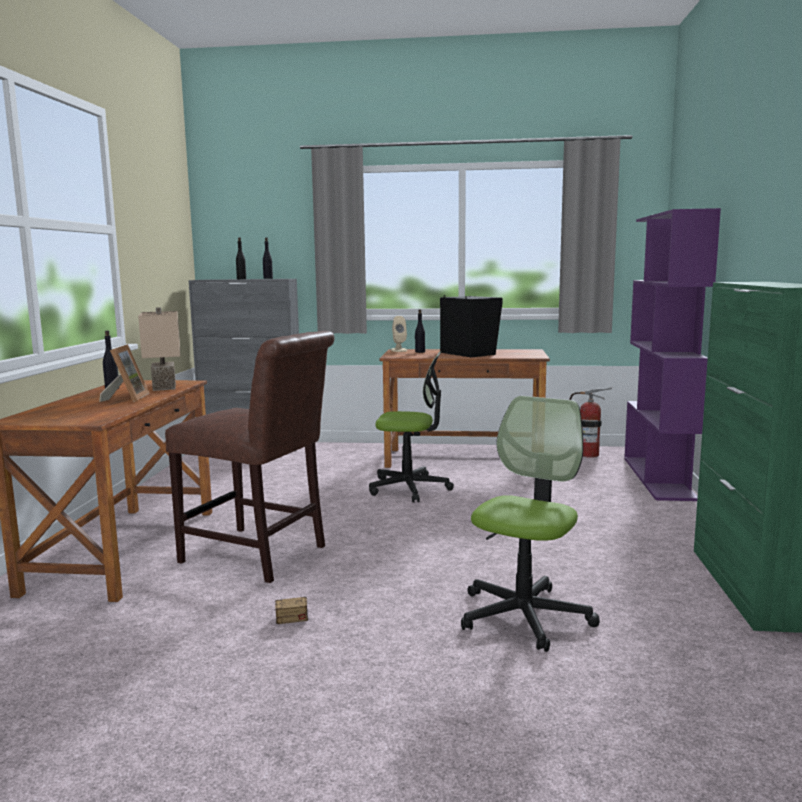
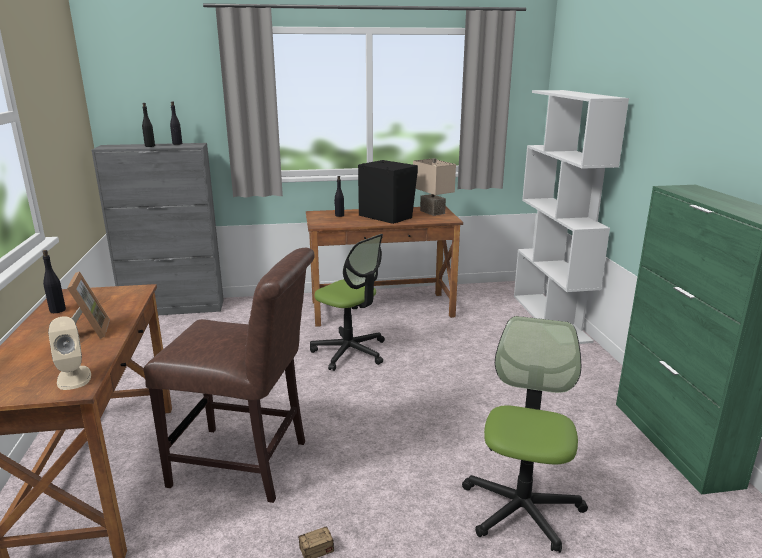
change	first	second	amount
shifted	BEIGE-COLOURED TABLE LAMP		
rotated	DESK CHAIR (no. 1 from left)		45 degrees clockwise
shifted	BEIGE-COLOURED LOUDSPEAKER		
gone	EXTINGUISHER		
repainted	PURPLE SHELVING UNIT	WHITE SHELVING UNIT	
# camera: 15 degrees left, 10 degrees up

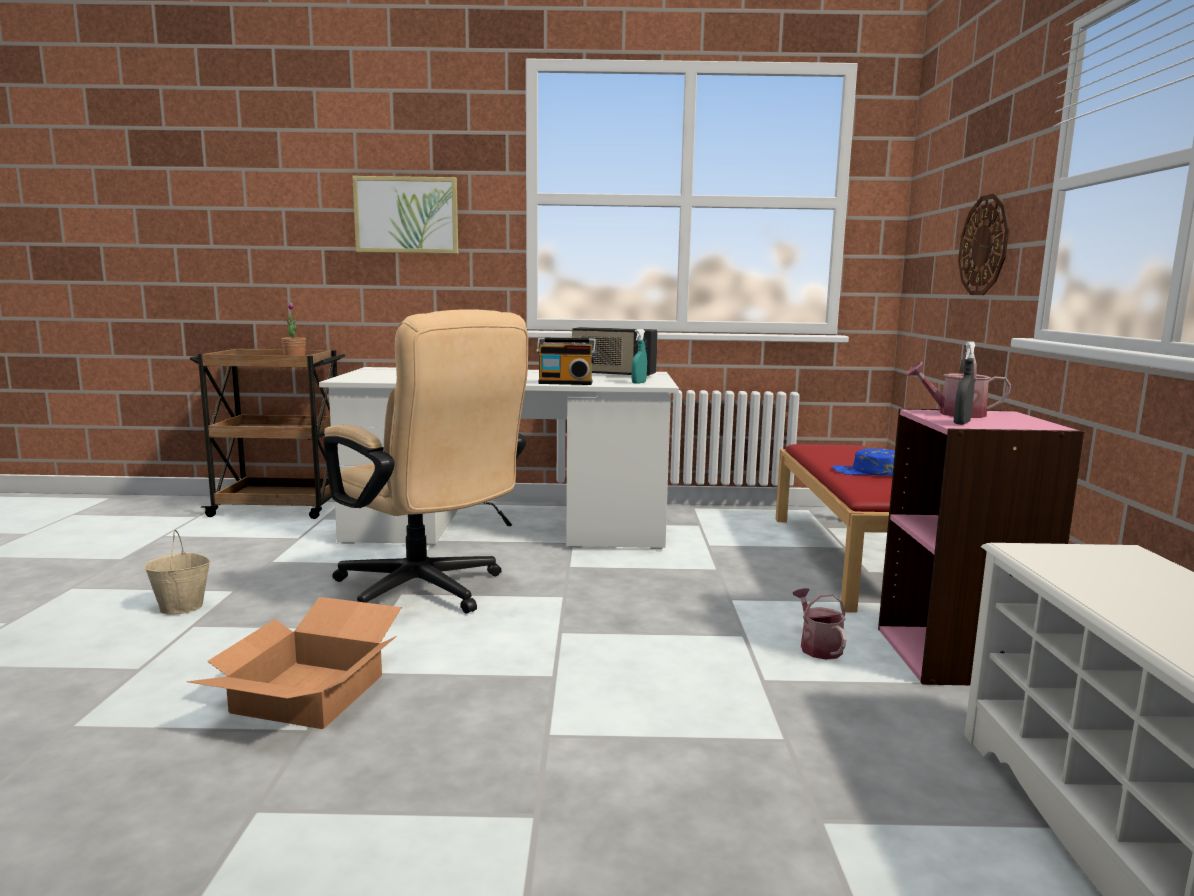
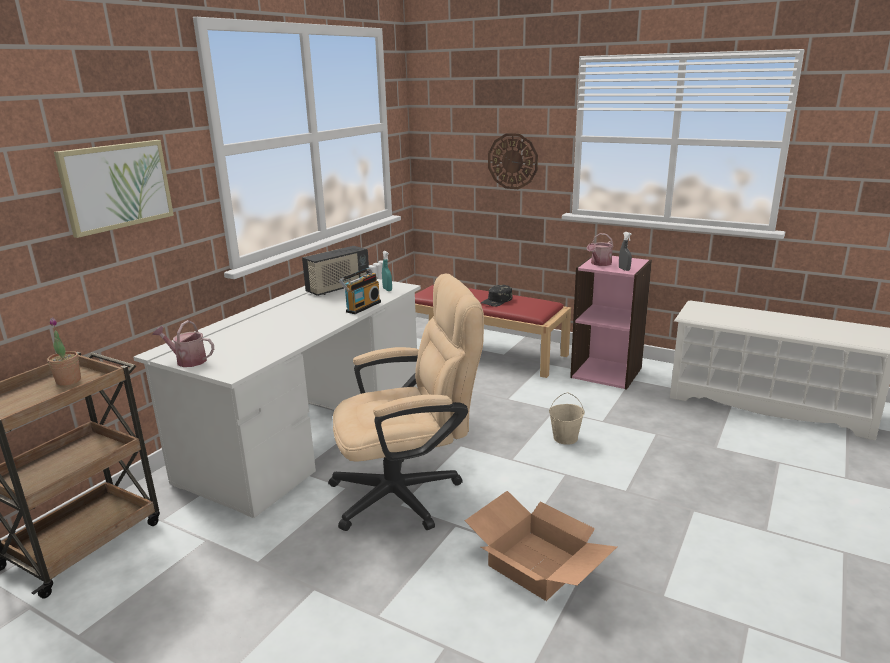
change	first	second	amount
shifted	BEIGE-COLOURED WATER BUCKET		
shifted	WATERING POT (no. 1 from left)		
repainted	BLUISH PEAKED CAP	BLACKISH PEAKED CAP	
# camera: 60 degrees left, 10 degrees up

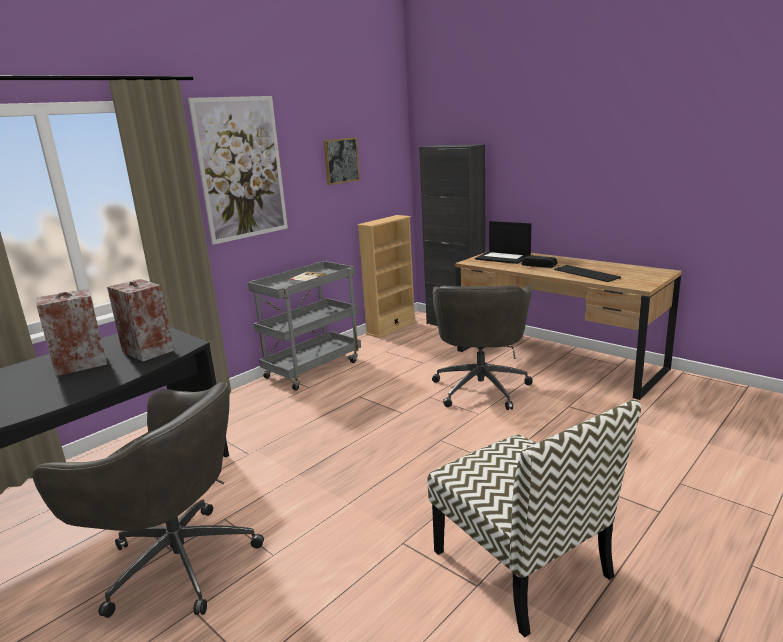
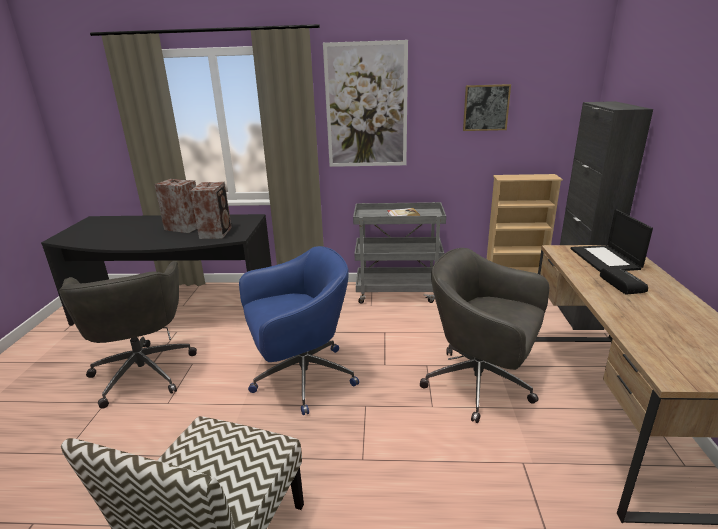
change	first	second	amount
rotated	GREY DESK CHAIR (no. 2 from left)		60 degrees clockwise
gone	PC KEYBOARD		
new		BLUISH DESK CHAIR	
# camera: 50 degrees right, 5 degrees up

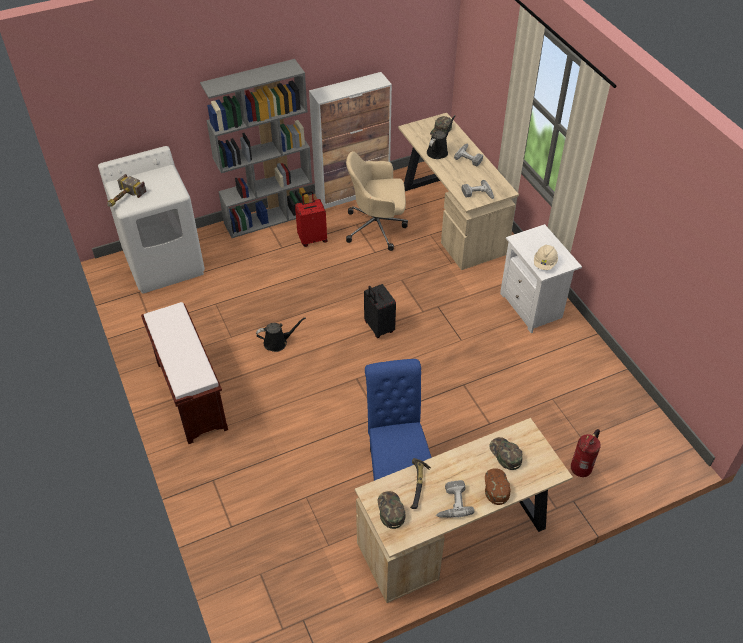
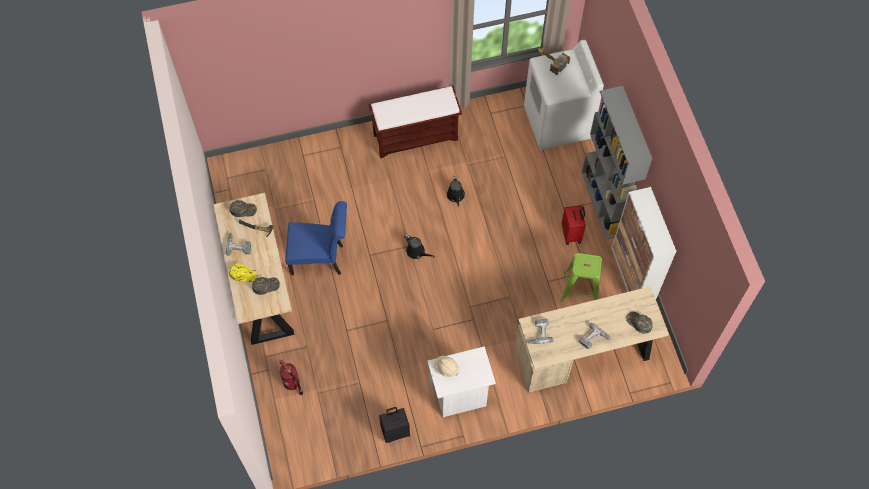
change	first	second	amount
swapped	BEIGE-COLOURED DESK CHAIR	GREENISH SITTING STOOL	
shifted	BLACKISH SUITCASE		
shifted	BLACKISH WATERING POT (no. 2 from left in the first image)	BLACKISH WATERING POT (no. 1 from left)	
repainted	BROWN-COLOURED PEAKED CAP	YELLOWISH PEAKED CAP	
# camera: 100 degrees right, 15 degrees up

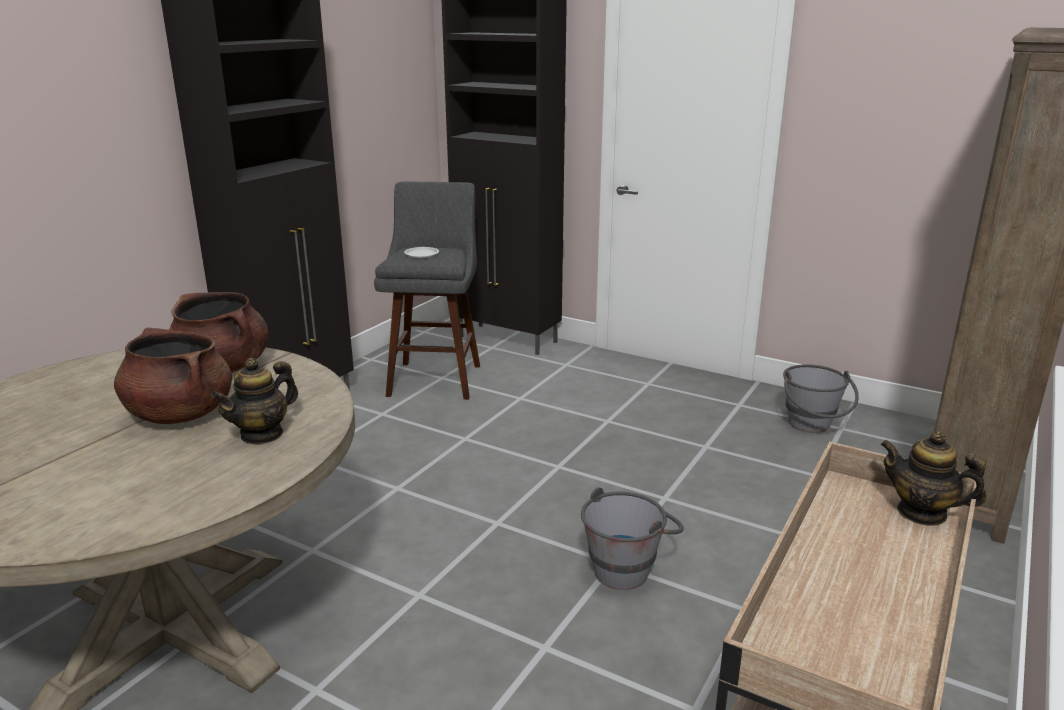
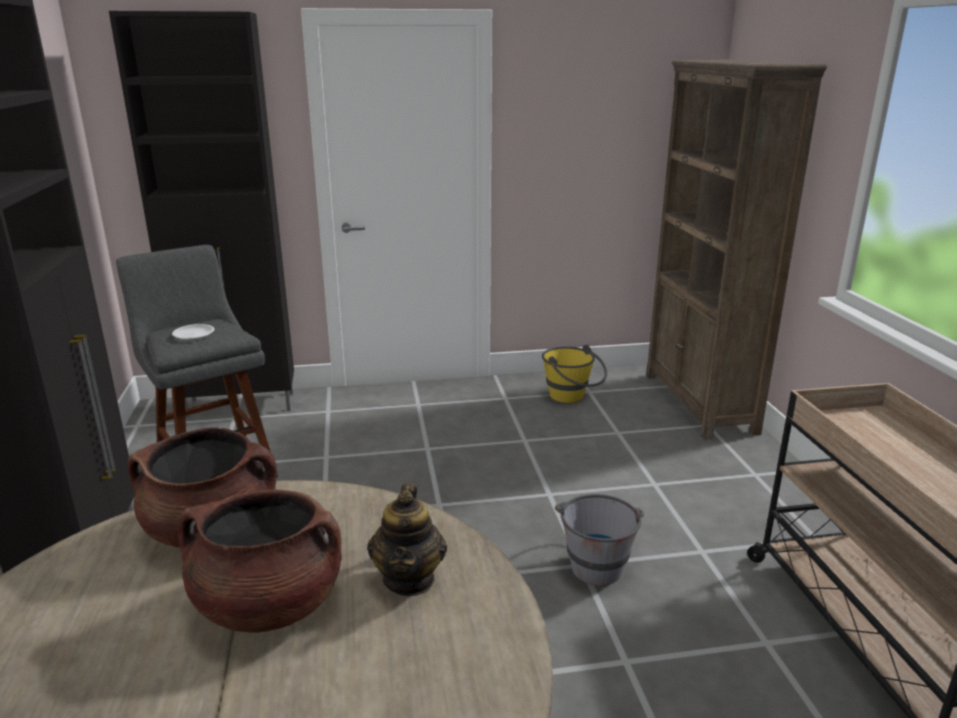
change	first	second	amount
repainted	GREY WATER BUCKET (no. 2 from left)	YELLOWISH WATER BUCKET	
gone	TEA POT (no. 2 from left)		
# camera: 40 degrees left, 0 degrees up

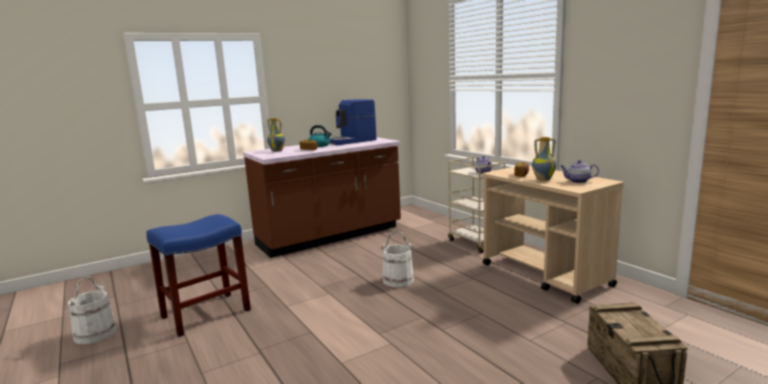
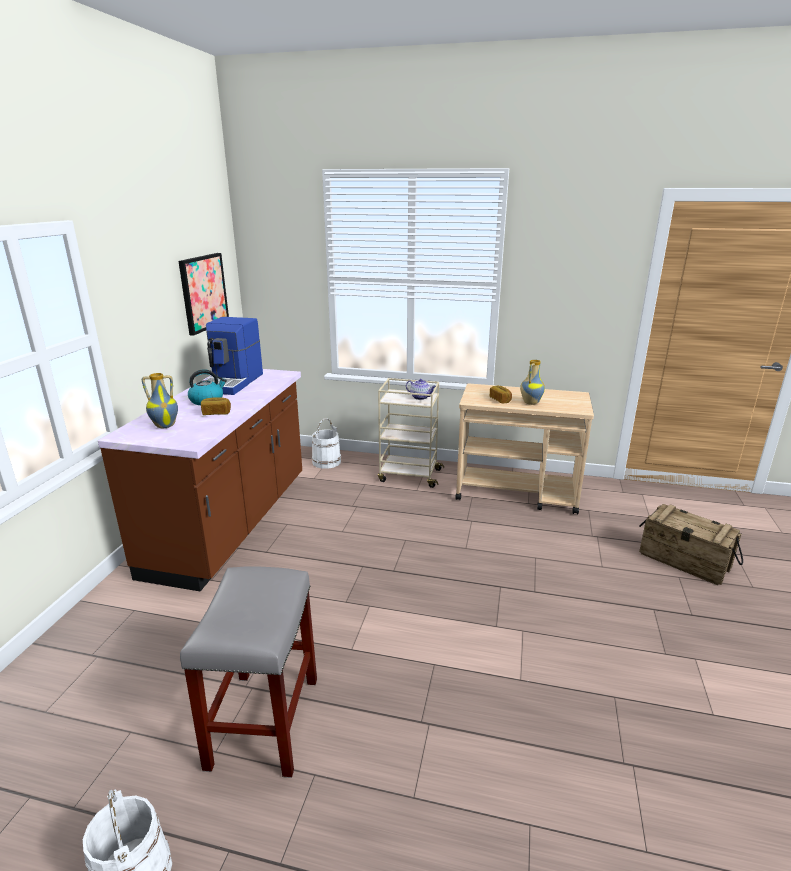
change	first	second	amount
repainted	BLUISH SITTING STOOL	GREY SITTING STOOL	
shifted	WHITE WATER BUCKET (no. 2 from left)		
gone	TEA POT (no. 2 from left)		
new		WALL PICTURE	
# camera: 45 degrees left, 10 degrees up

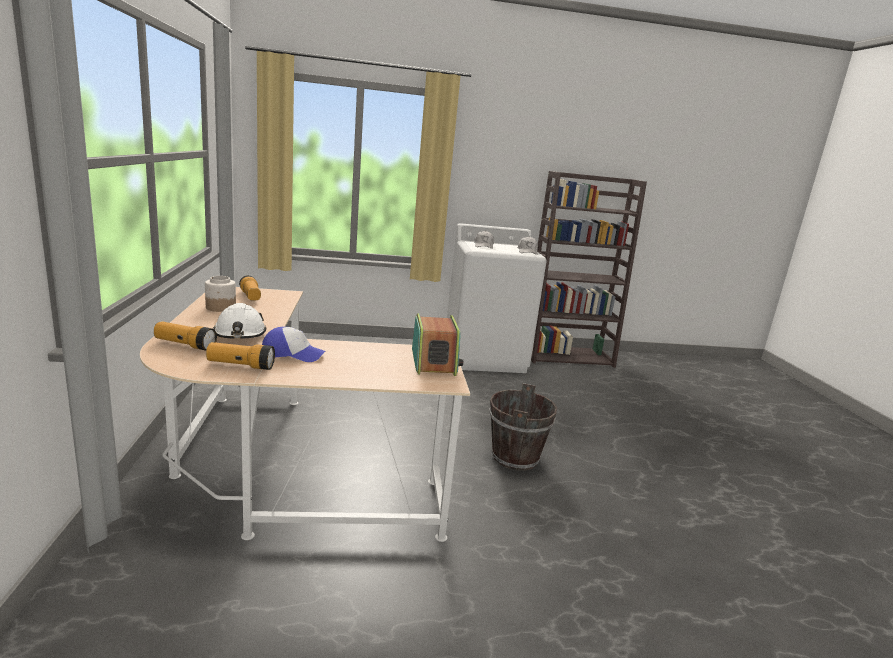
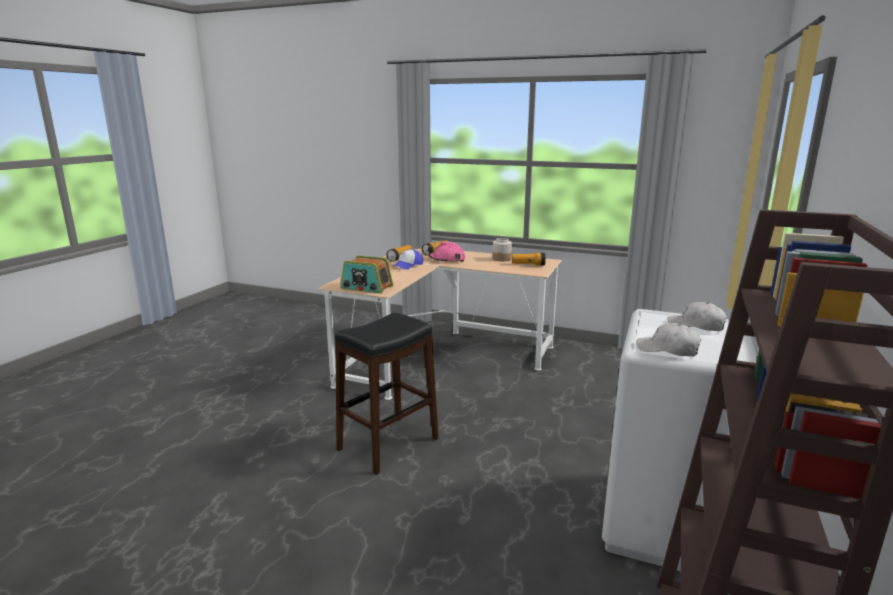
change	first	second	amount
repainted	WHITE WORK HELMET	PINKISH WORK HELMET	
swapped	BROWN-COLOURED WATER BUCKET	BLACKISH SITTING STOOL	
# camera: 120 degrees right, 0 degrees up

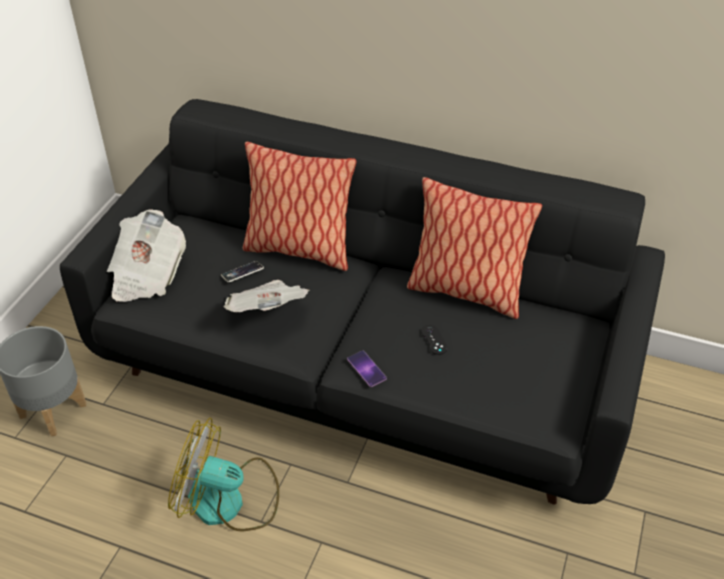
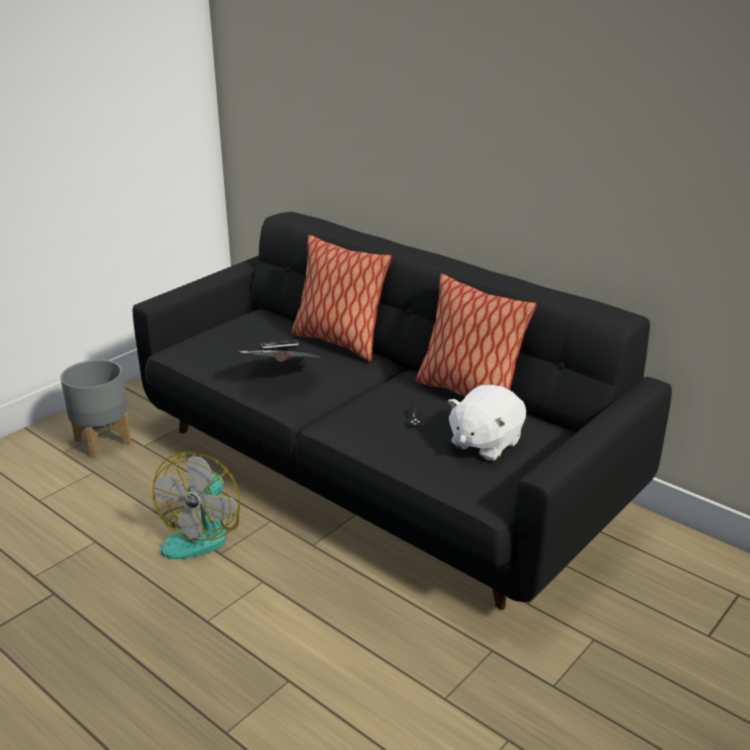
change	first	second	amount
gone	DAILY PAPER (no. 1 from left)		
rotated	ELECTRIC FAN		105 degrees counterclockwise
gone	PHONE (no. 2 from left)		
new		WHITE PLUSH TOY	
# camera: 20 degrees right, 15 degrees down

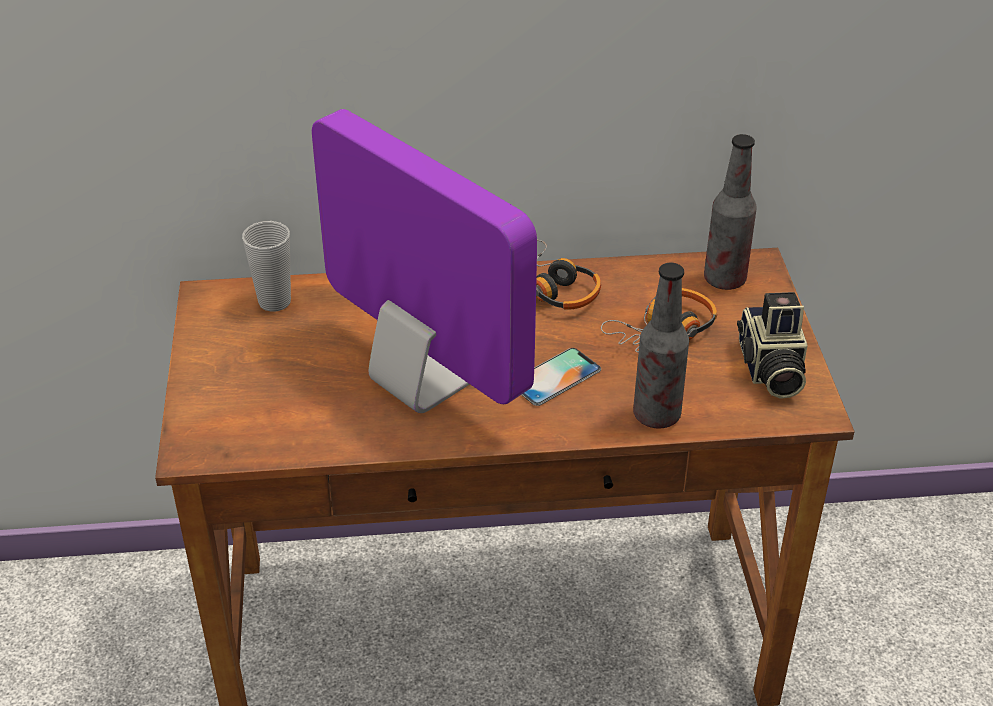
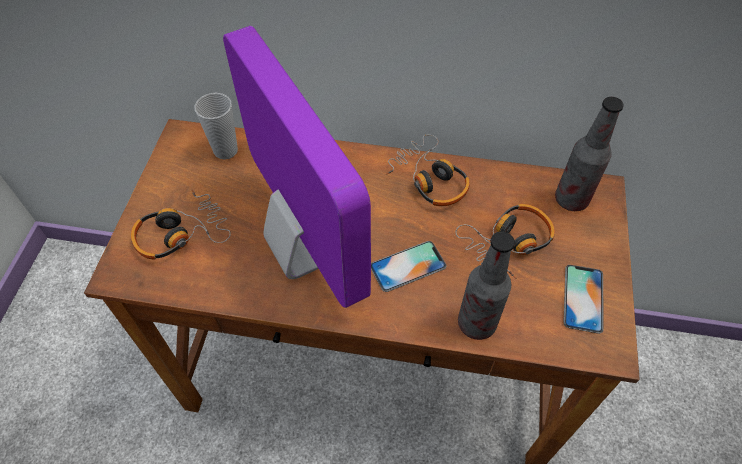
change	first	second	amount
swapped	STILL CAMERA	PHONE (no. 2 from left)	
new		HEADPHONES (no. 1 from left)	
# camera: 15 degrees right, 15 degrees up

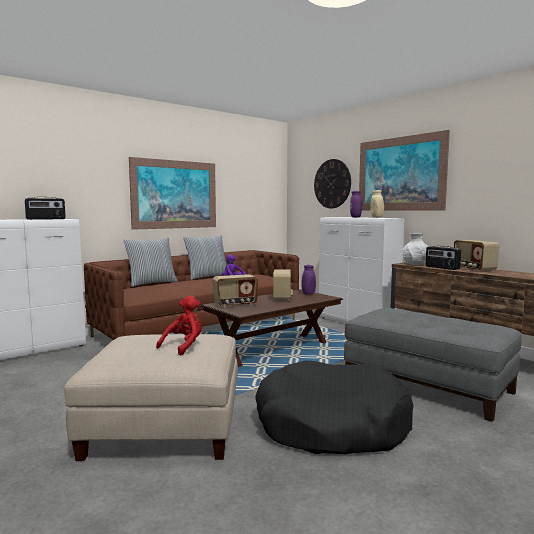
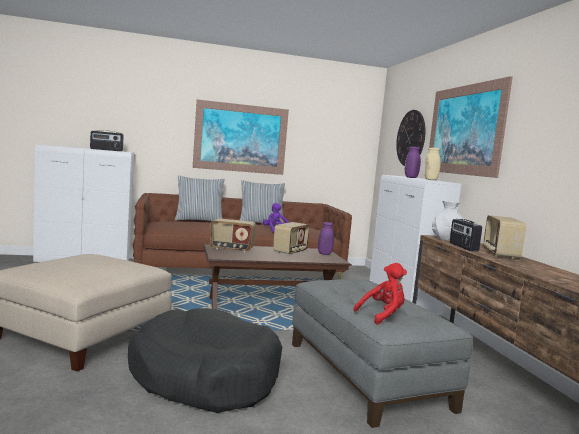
change	first	second	amount
shifted	REDDISH PLUSH TOY		
# camera: 25 degrees right, 0 degrees up

